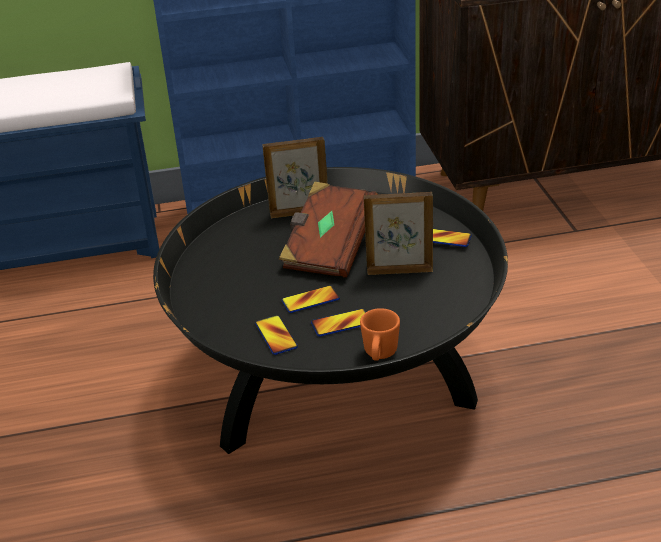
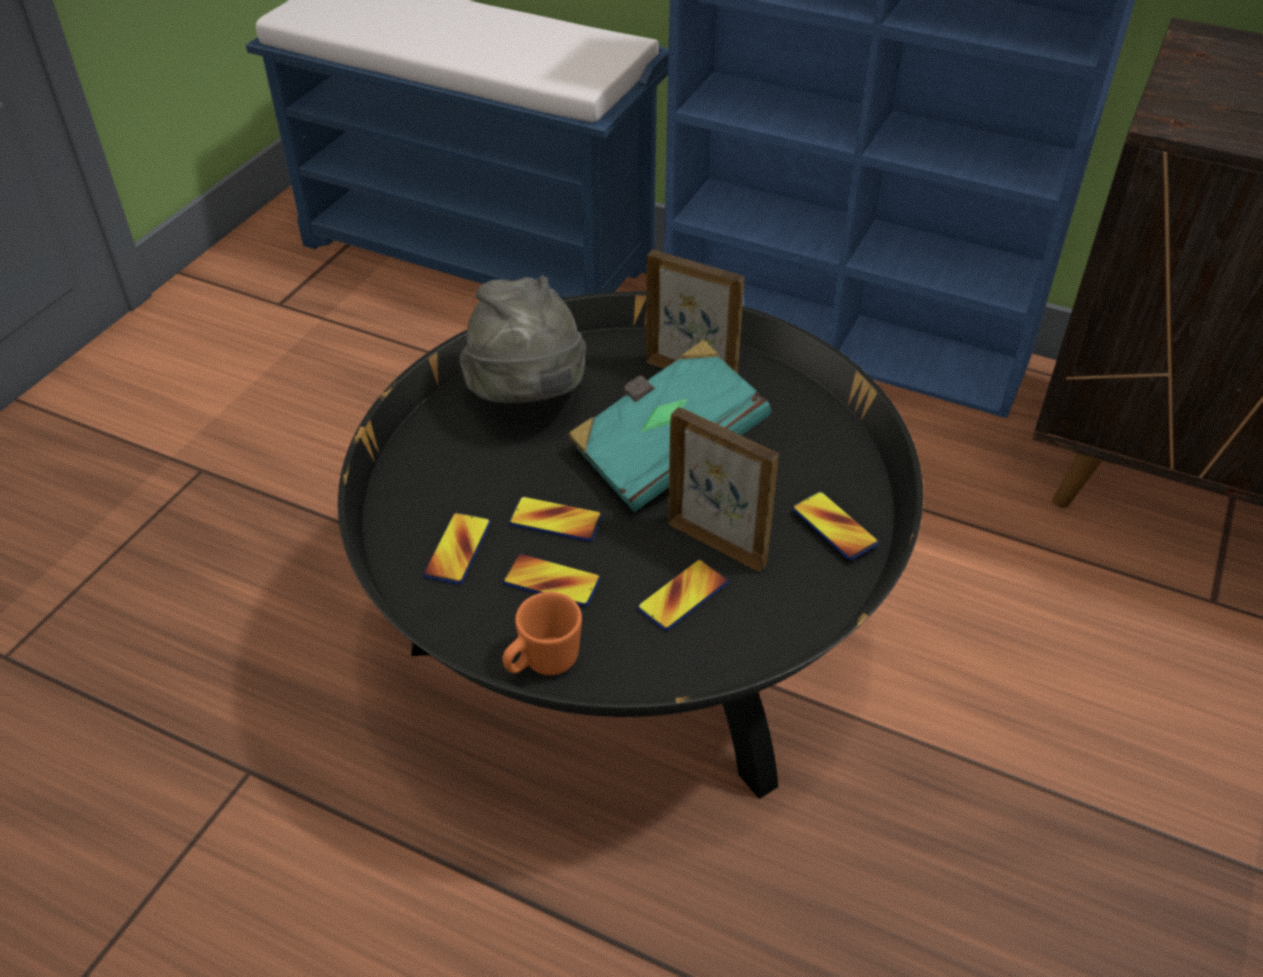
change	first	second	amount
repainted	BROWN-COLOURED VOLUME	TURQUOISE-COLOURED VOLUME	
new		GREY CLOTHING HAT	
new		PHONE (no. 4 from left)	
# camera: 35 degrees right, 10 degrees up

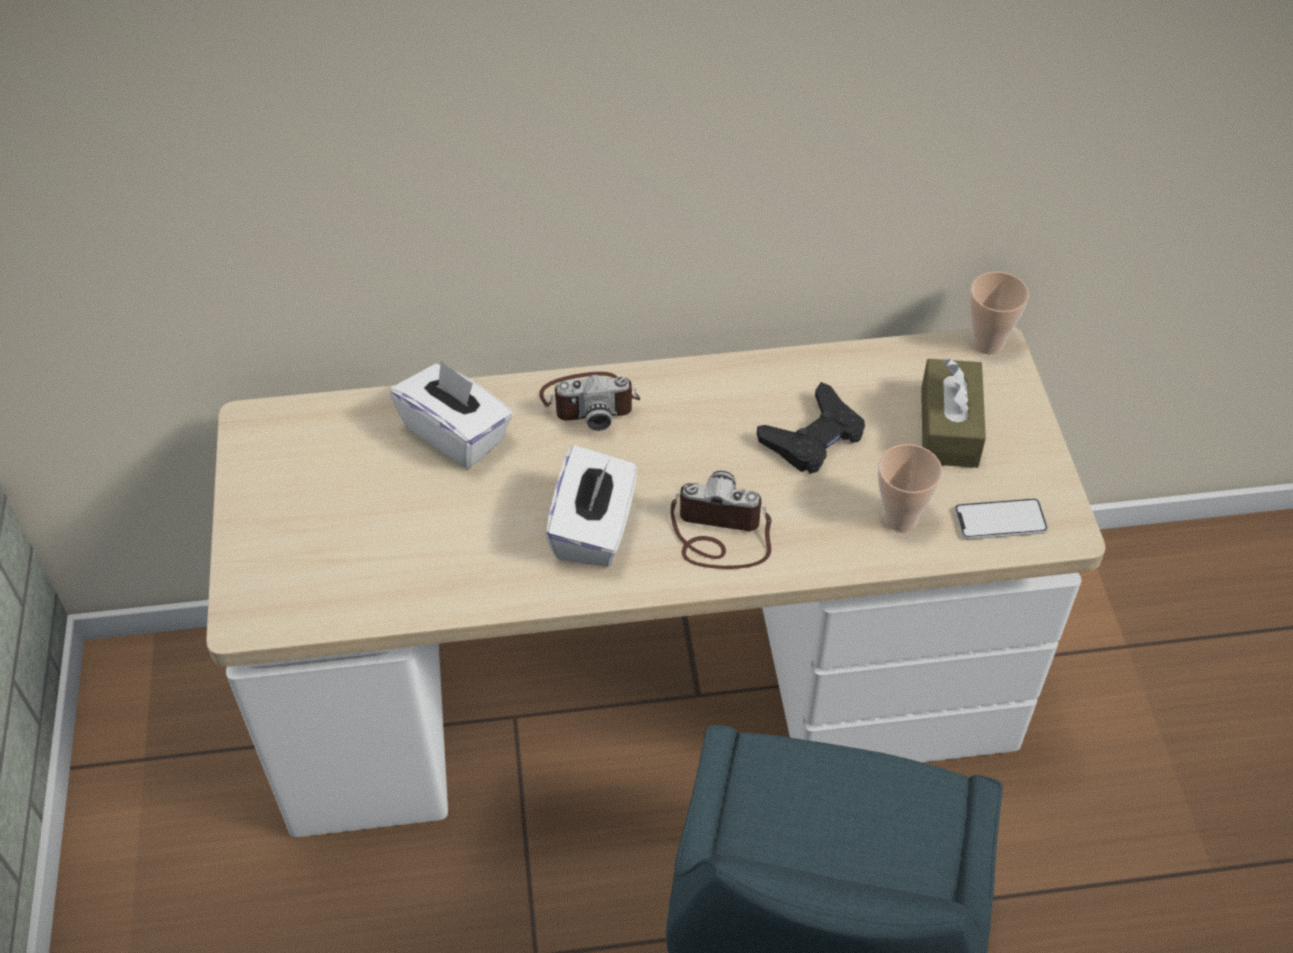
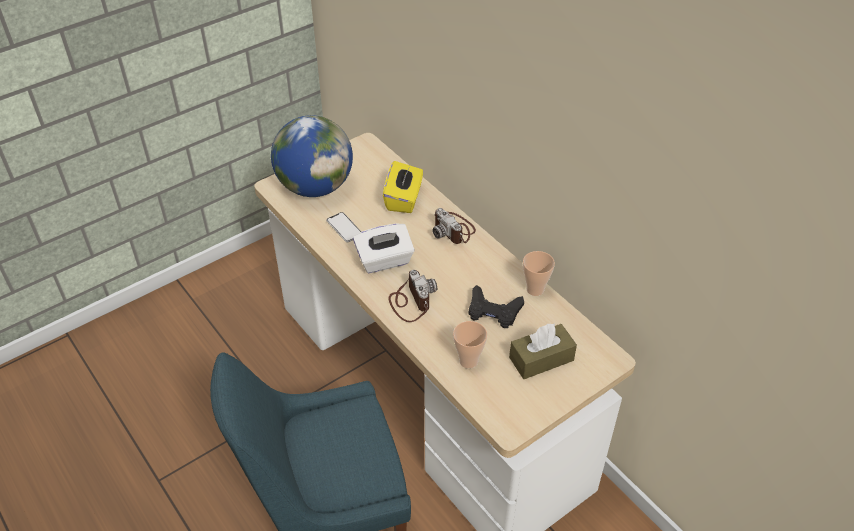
change	first	second	amount
repainted	WHITE TISSUE HOLDER (no. 1 from left)	YELLOWISH TISSUE HOLDER	
shifted	PHONE		
shifted	SMALL CUP (no. 2 from left)		
new		DESK GLOBE	
# camera: 60 degrees right, 5 degrees down

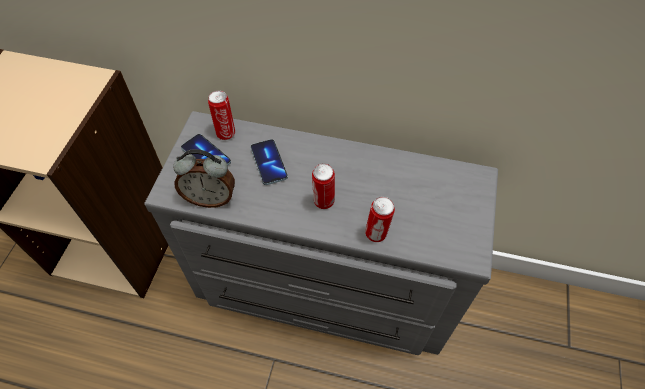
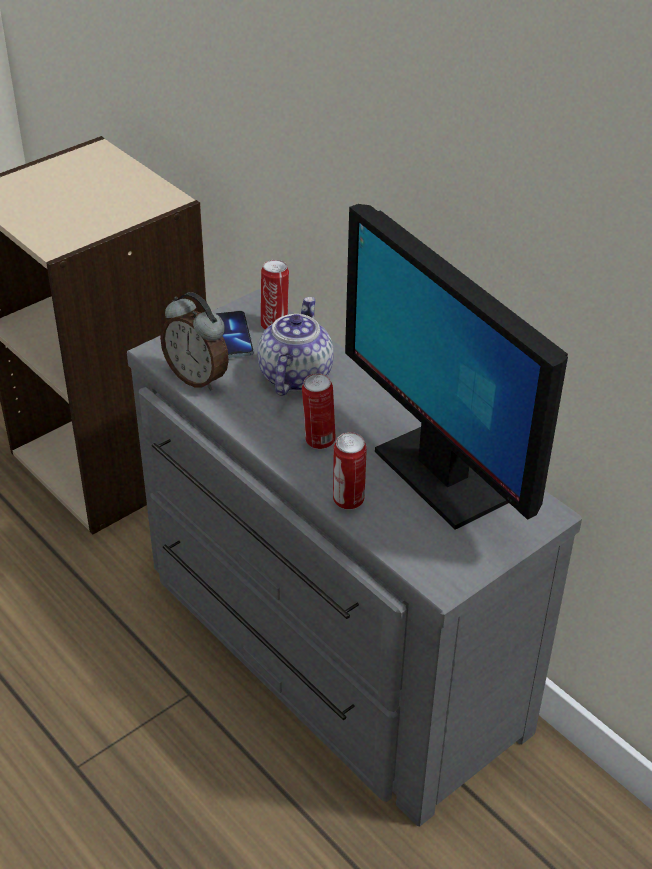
change	first	second	amount
swapped	PHONE (no. 2 from left)	TEA POT	
new		COMPUTER SCREEN	
# camera: 35 degrees right, 15 degrees down

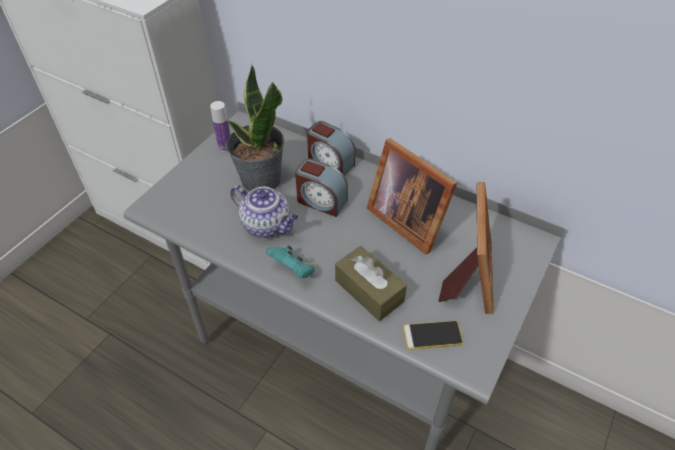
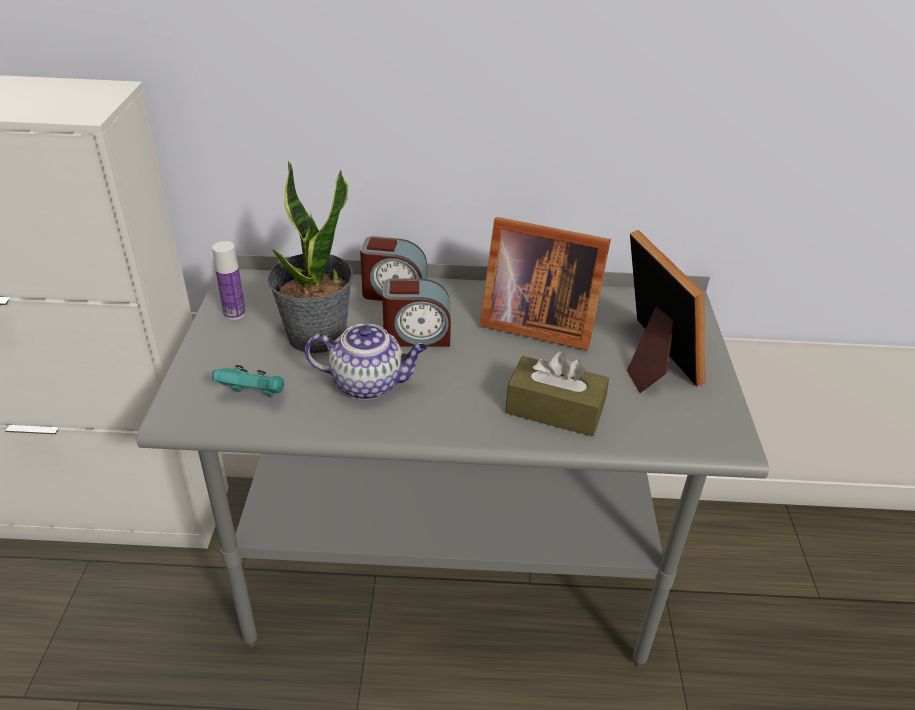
change	first	second	amount
shifted	TURQUOISE-COLOURED JOYPAD		
gone	PHONE		
# camera: 30 degrees left, 10 degrees down

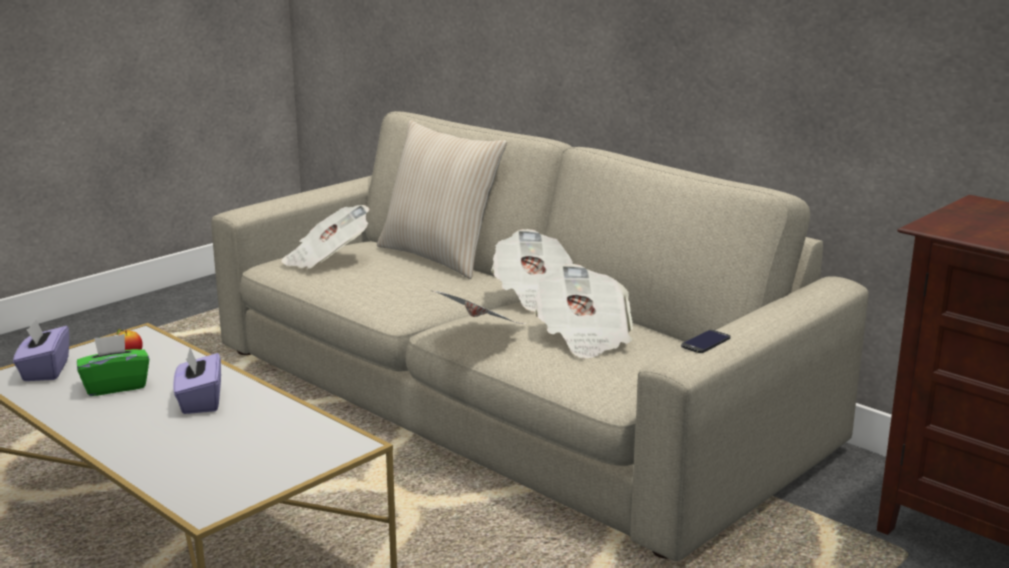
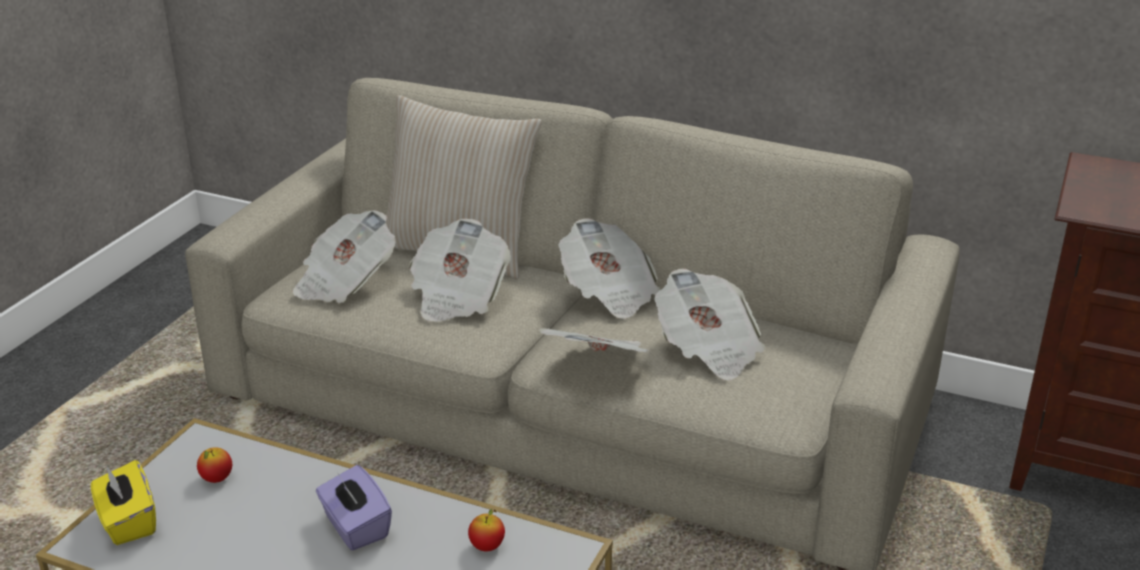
change	first	second	amount
repainted	PURPLE TISSUE HOLDER (no. 1 from left)	YELLOWISH TISSUE HOLDER	
gone	GREENISH TISSUE HOLDER		
gone	PHONE		
new		DAILY PAPER (no. 2 from left)	
new		APPLE (no. 2 from left)	
# camera: 20 degrees left, 10 degrees up

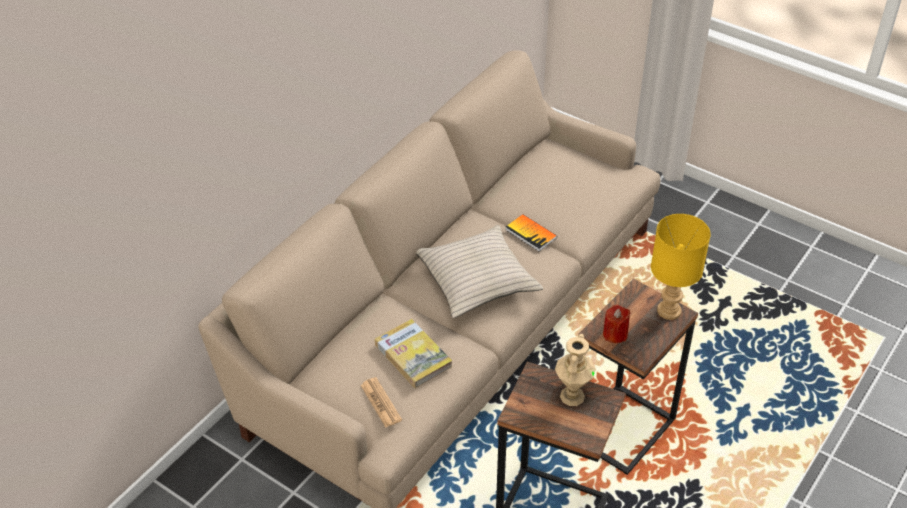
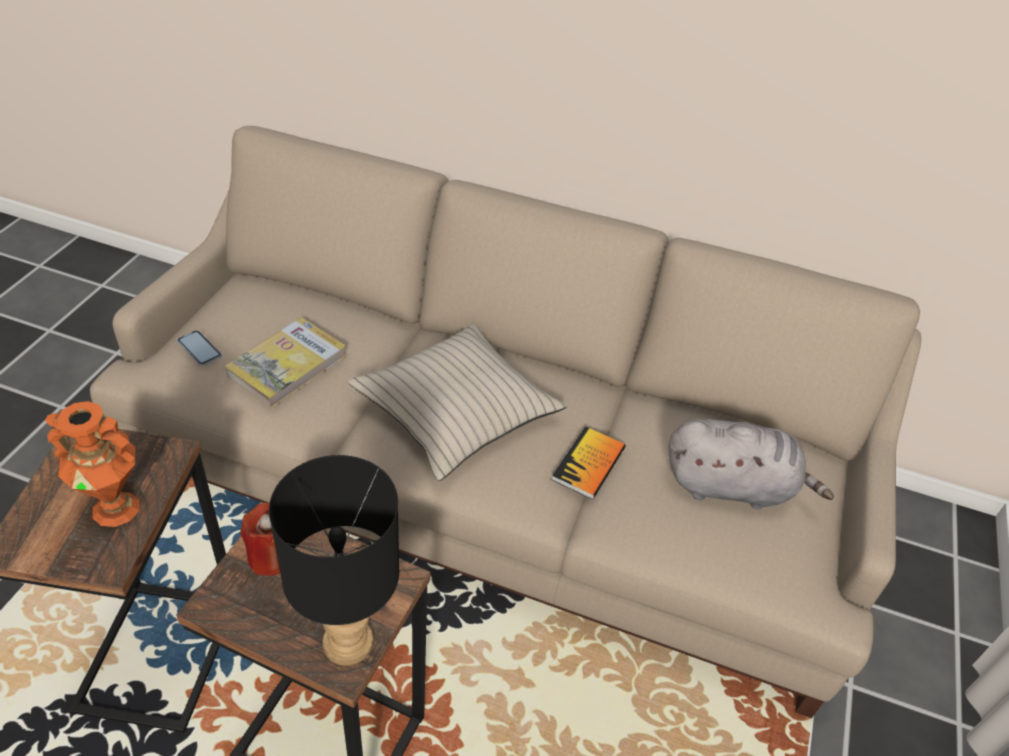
change	first	second	amount
swapped	DAILY PAPER	PHONE	
repainted	BEIGE-COLOURED FLOWER VASE	ORANGEY FLOWER VASE	
repainted	YELLOWISH TABLE LAMP	BLACKISH TABLE LAMP	
new		GREY PLUSH TOY	
# camera: 70 degrees right, 0 degrees up

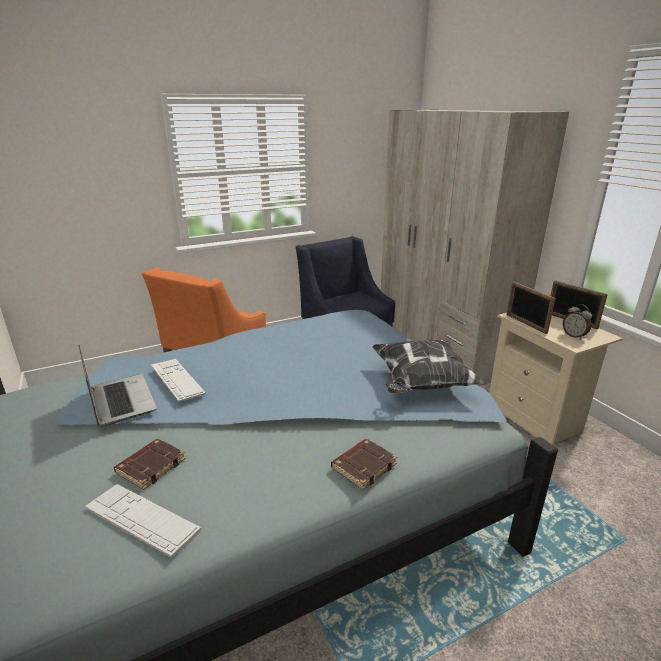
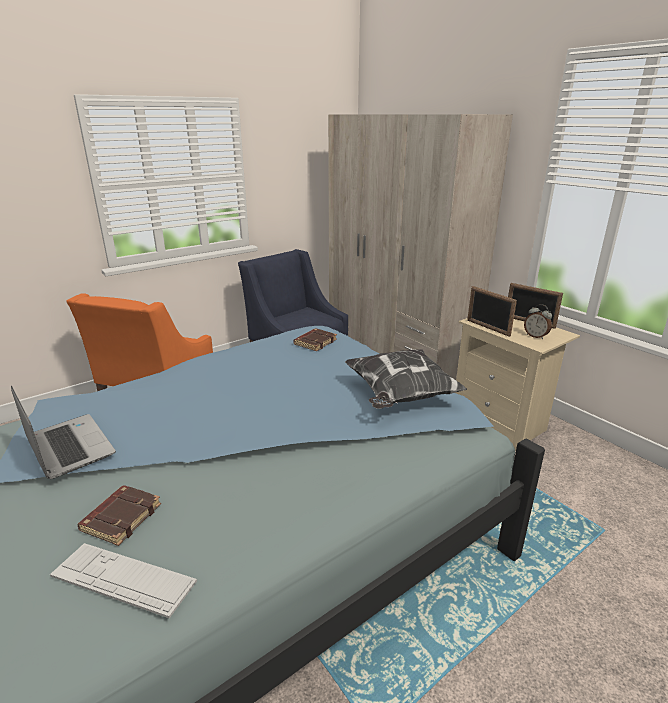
change	first	second	amount
gone	PC KEYBOARD (no. 2 from left)		
shifted	BROWN-COLOURED VOLUME (no. 2 from left)		
# camera: 10 degrees left, 0 degrees up

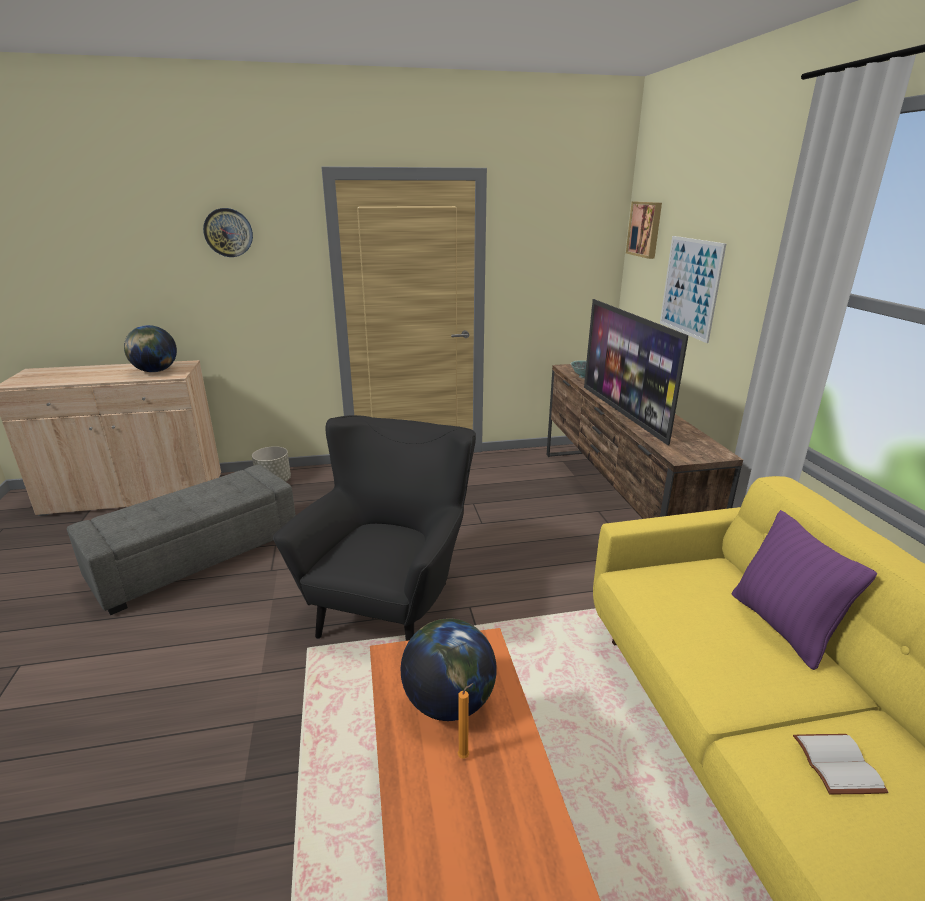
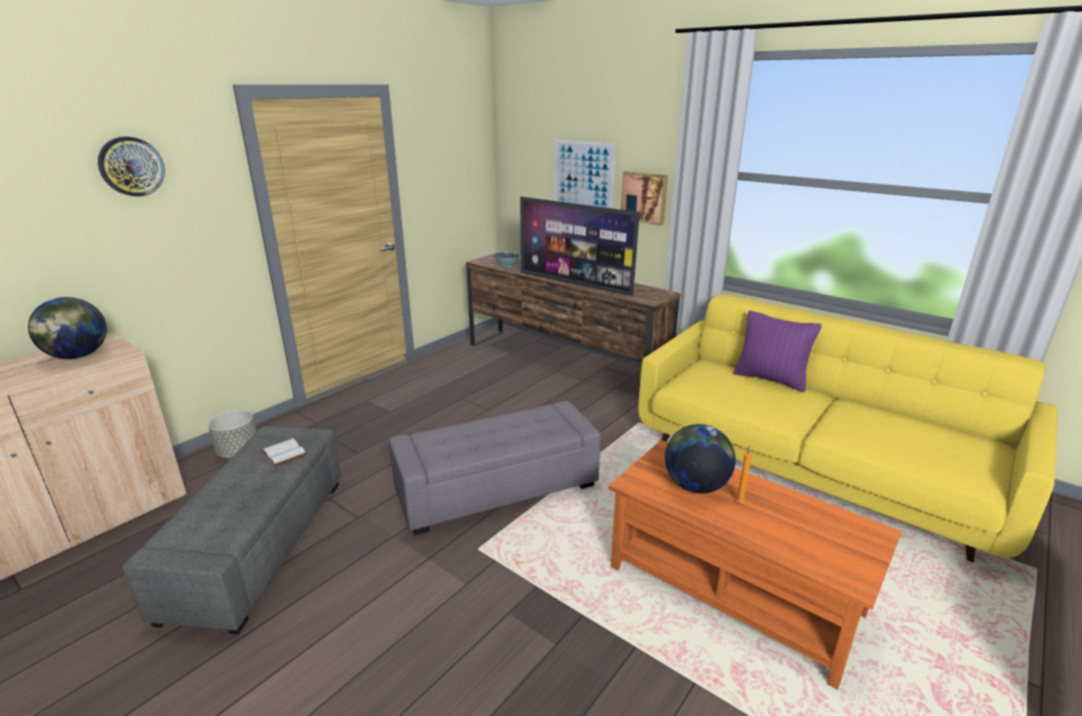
change	first	second	amount
swapped	BLACKISH ARMCHAIR	GREY POUFFE (no. 2 from left)	
shifted	WALL PICTURE (no. 1 from left in the first image)	WALL PICTURE (no. 2 from left)	
shifted	WHITE VOLUME		
# camera: 40 degrees left, 0 degrees up

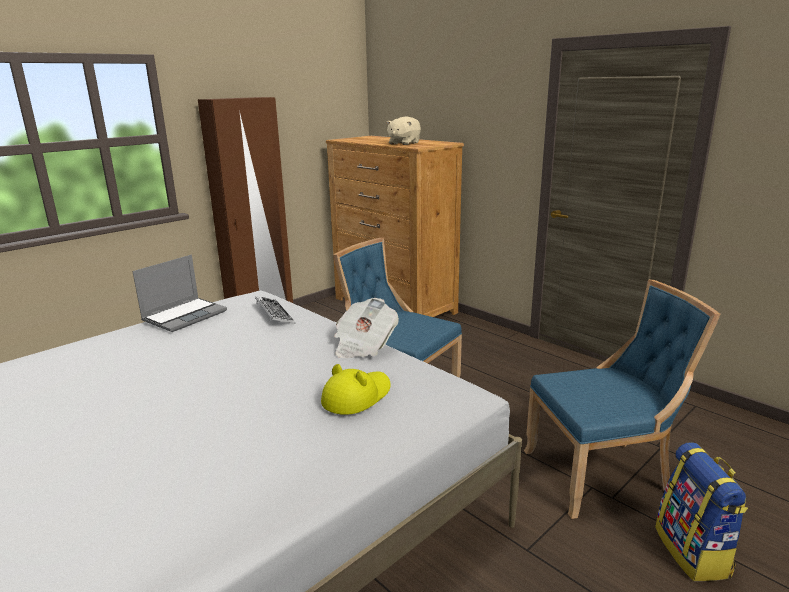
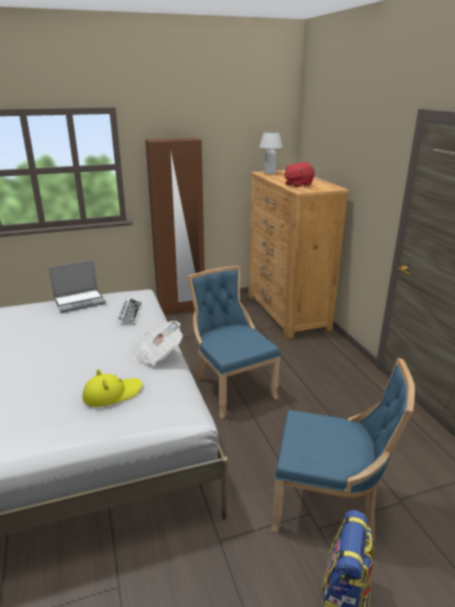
change	first	second	amount
repainted	BEIGE-COLOURED PLUSH TOY	REDDISH PLUSH TOY	
new		WHITE TABLE LAMP	
# camera: 25 degrees right, 5 degrees up

